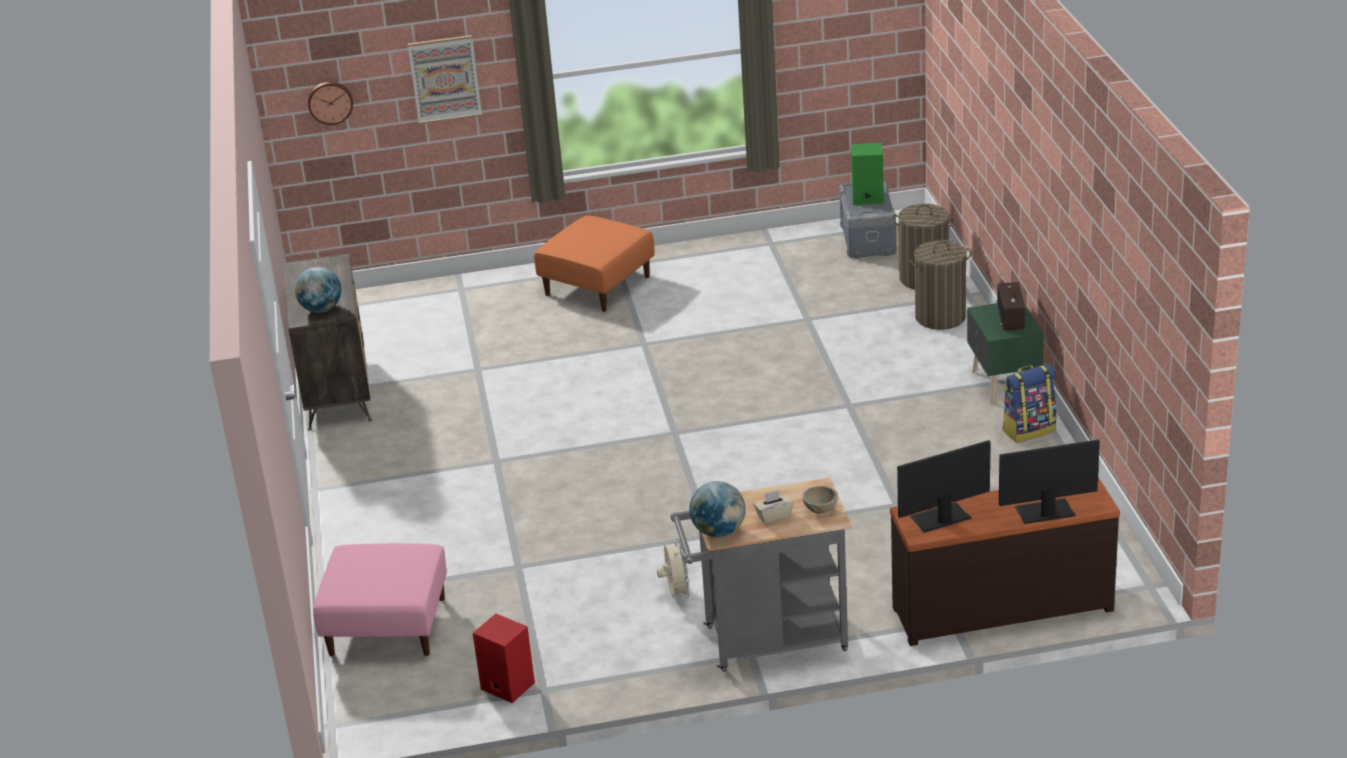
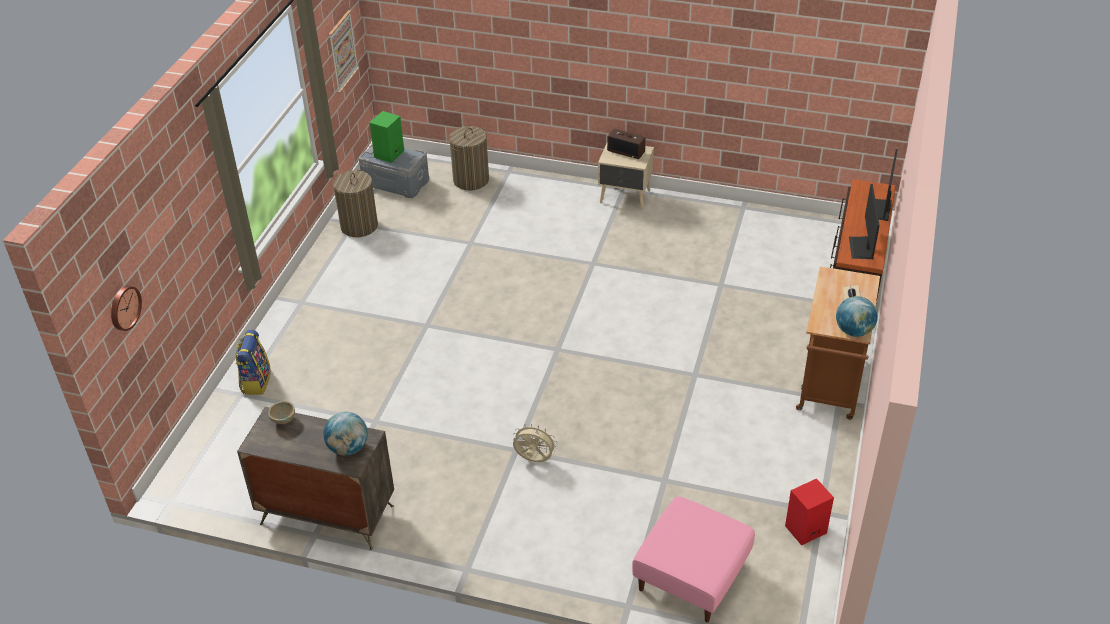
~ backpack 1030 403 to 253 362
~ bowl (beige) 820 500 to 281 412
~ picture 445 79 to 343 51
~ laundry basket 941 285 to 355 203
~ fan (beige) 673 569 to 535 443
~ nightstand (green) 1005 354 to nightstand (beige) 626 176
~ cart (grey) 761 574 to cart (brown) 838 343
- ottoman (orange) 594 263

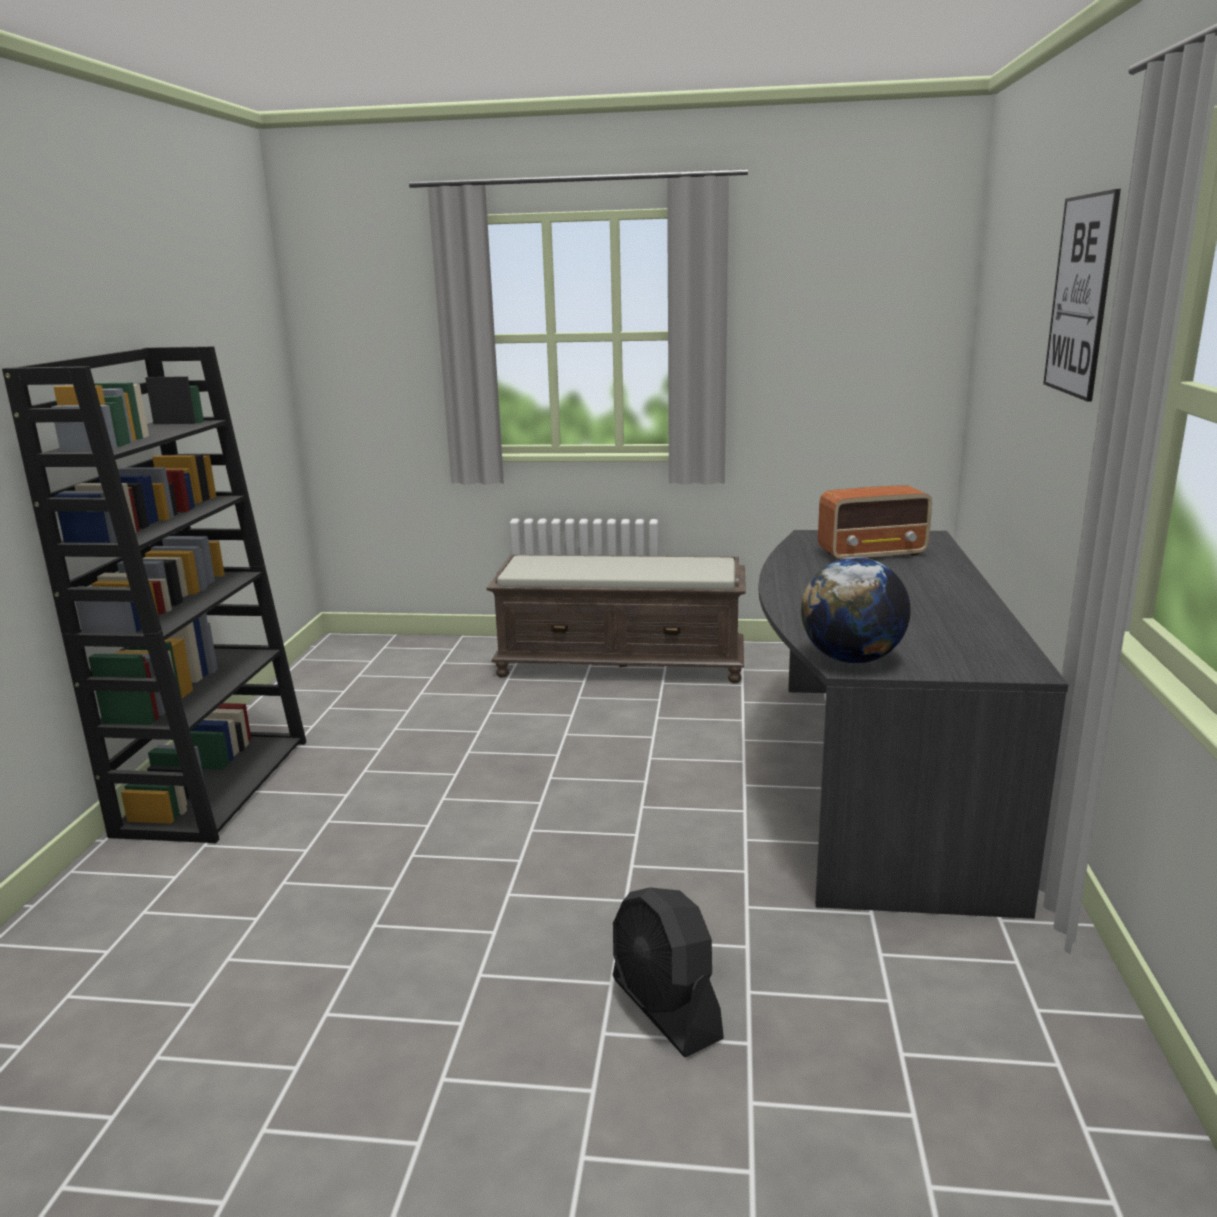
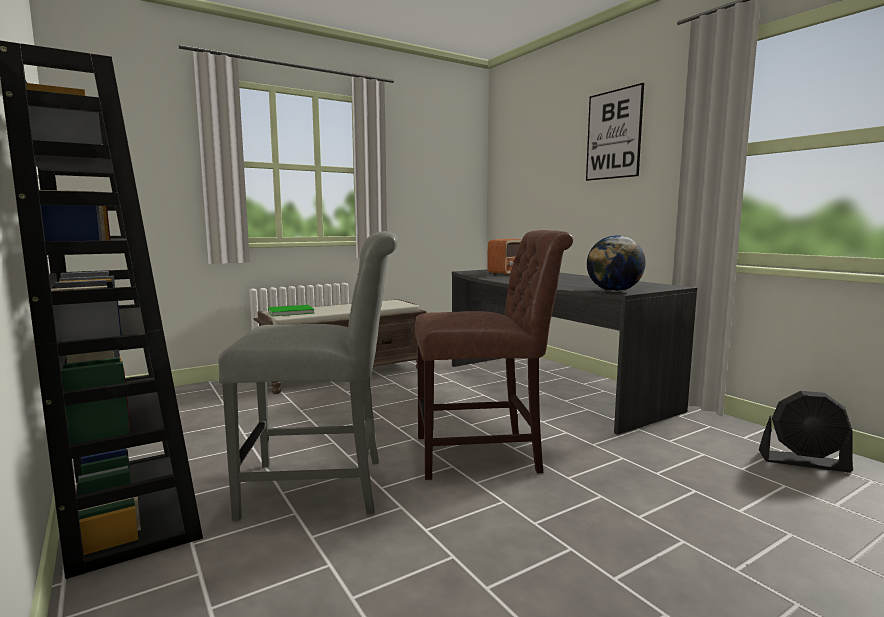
+ chair (grey) 308 376
+ book (green) 291 310
+ chair (brown) 494 355
~ fan (black) 668 972 to 806 431

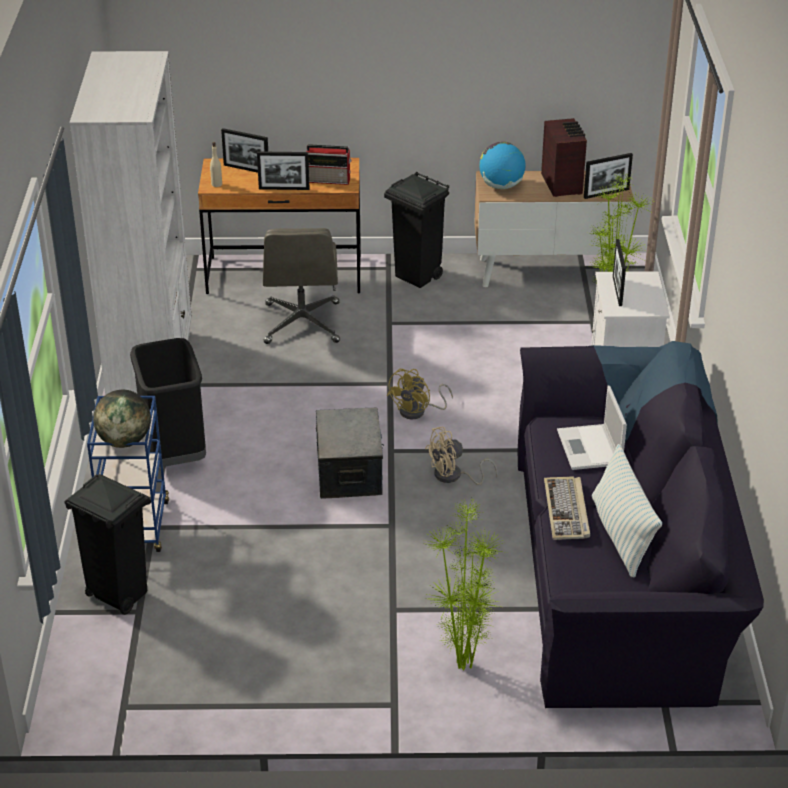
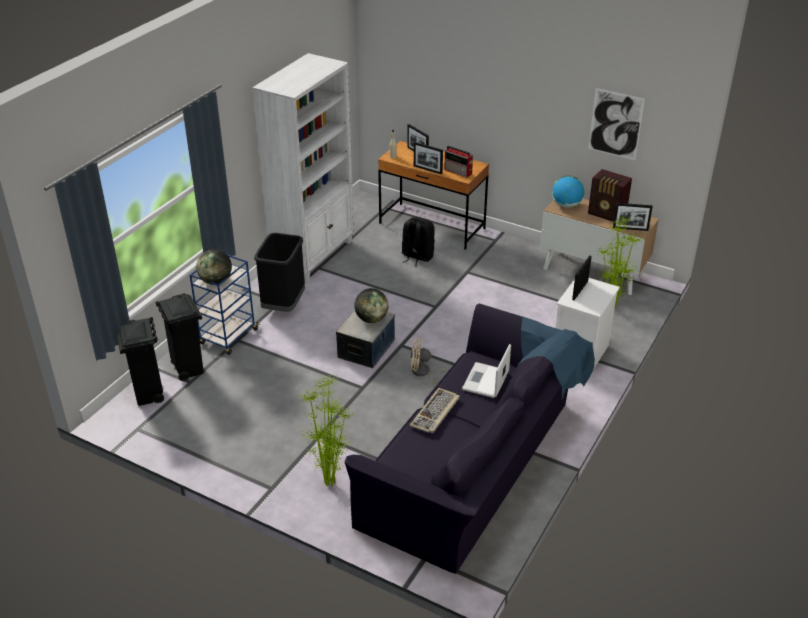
~ trash can (black) 416 229 to 140 361
+ globe 371 305
~ office chair (grey) 301 286 to backpack (black) 418 242
+ picture 616 124
~ radio 564 157 = 610 195 105 degrees clockwise
- fan (yellow) 420 394
- pillow 627 510

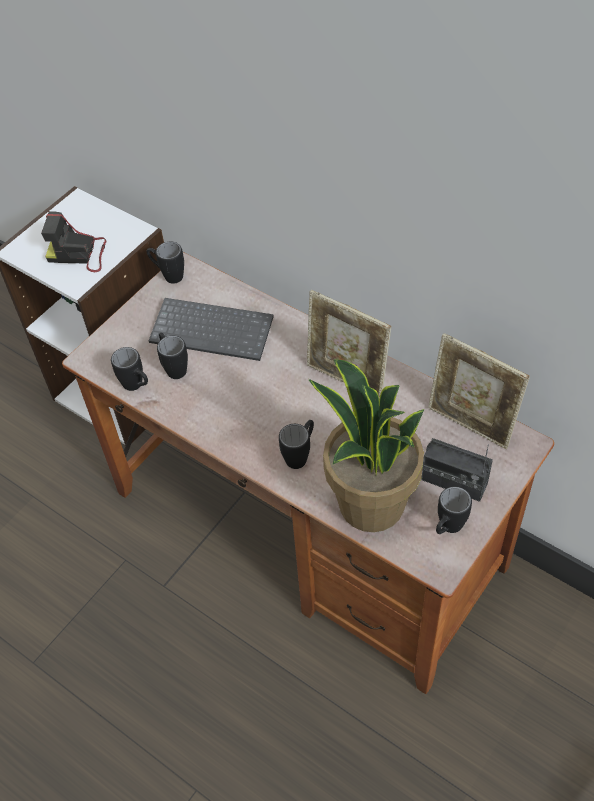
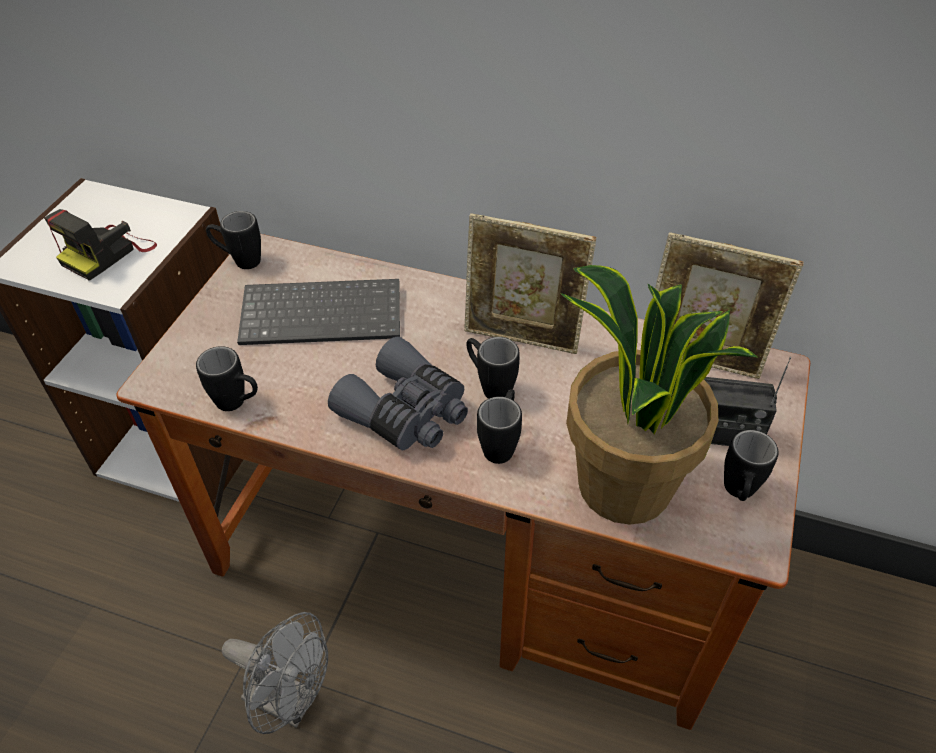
~ photo camera 73 241 = 100 245 45 degrees counterclockwise
+ fan (grey) 275 673
+ binoculars (grey) 398 394
~ mug (black) 172 356 to 493 368

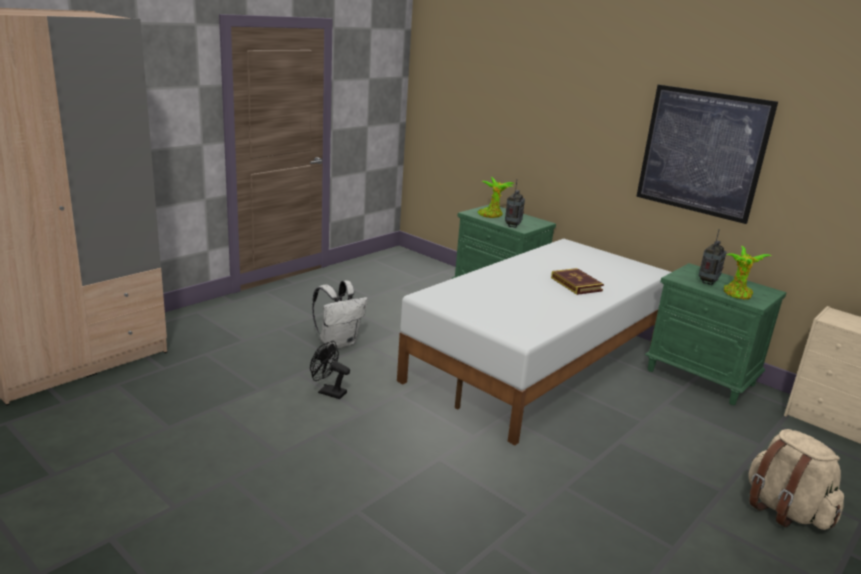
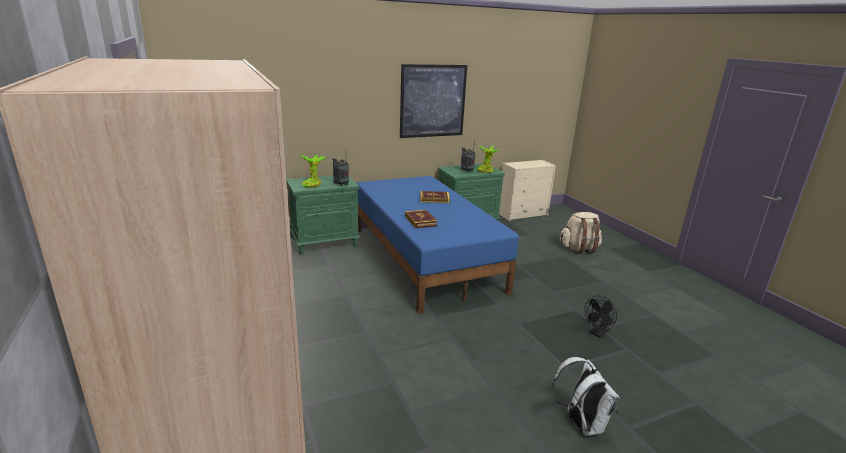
~ bed (white) 534 342 to bed (blue) 437 245
+ book 421 219
~ backpack (white) 340 314 to 585 396
~ fan (black) 330 370 to 601 316

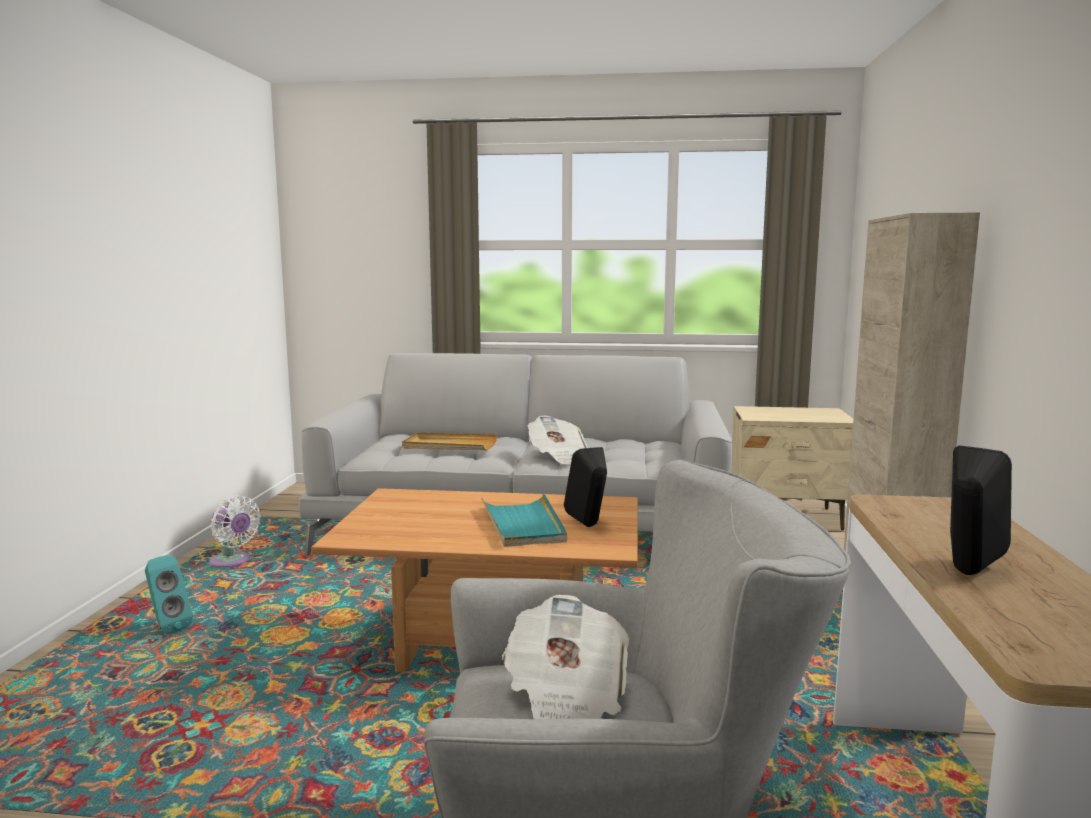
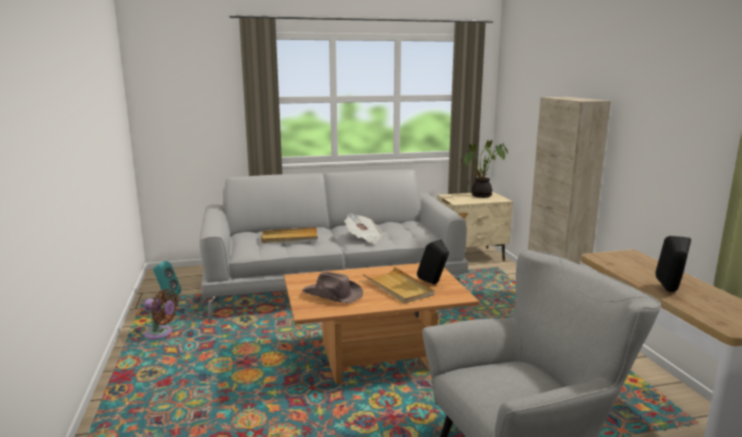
~ fan (white) 235 531 to fan (brown) 161 314
~ speaker (turquoise) 169 594 to 167 279
+ hat (brown) 332 288
~ tray (turquoise) 524 520 to tray (beige) 398 285
+ potted plant 484 169
- newspaper 565 657

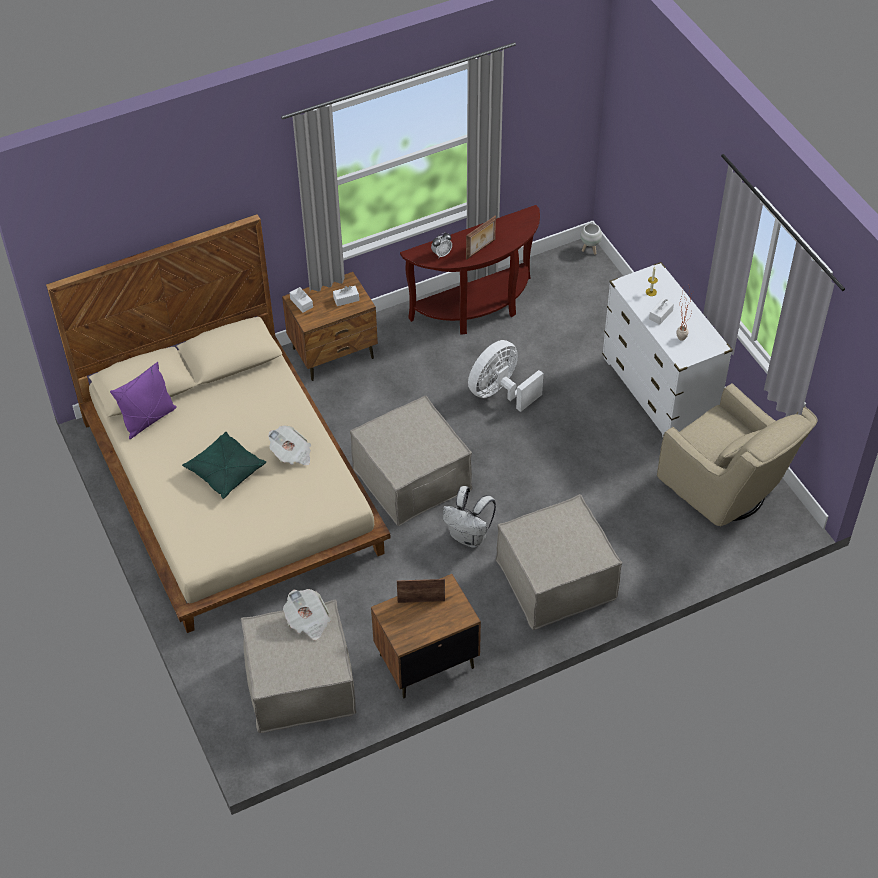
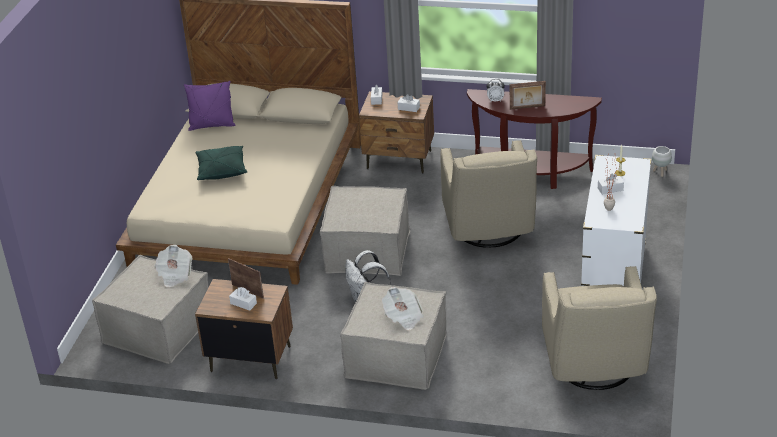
+ tissue box (white) 243 299
~ newspaper 289 446 to 403 308
~ fan (white) 505 376 to armchair (beige) 488 194

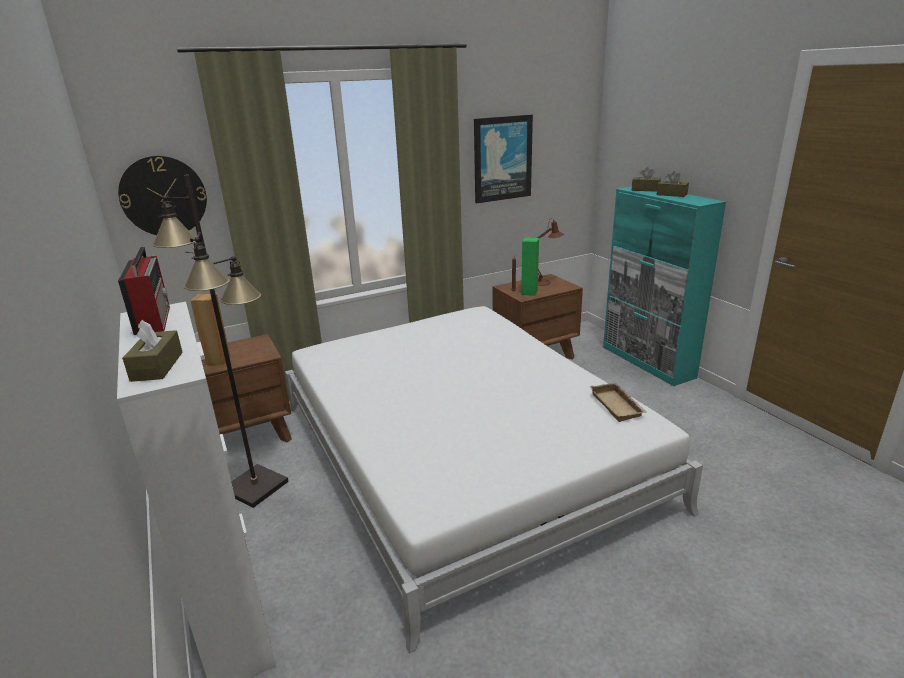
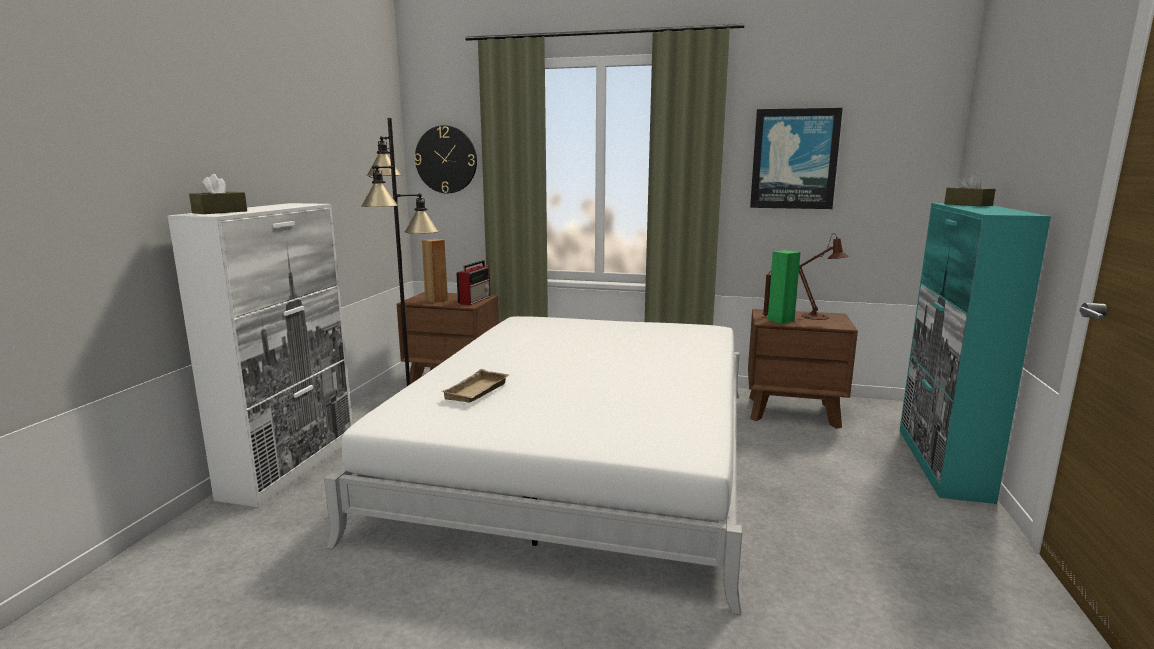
~ tray (beige) 618 402 to 475 386
~ radio 144 291 to 473 282
- tissue box (brown) 672 184

